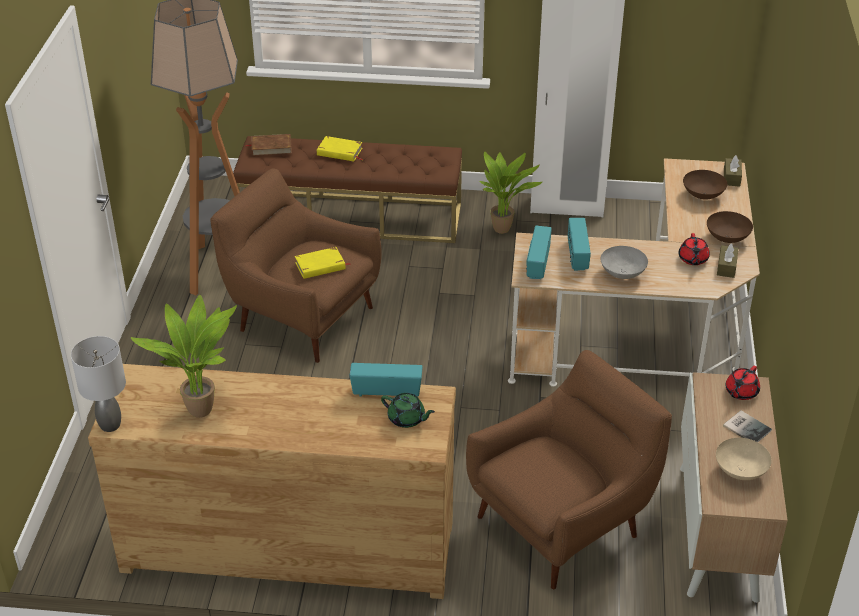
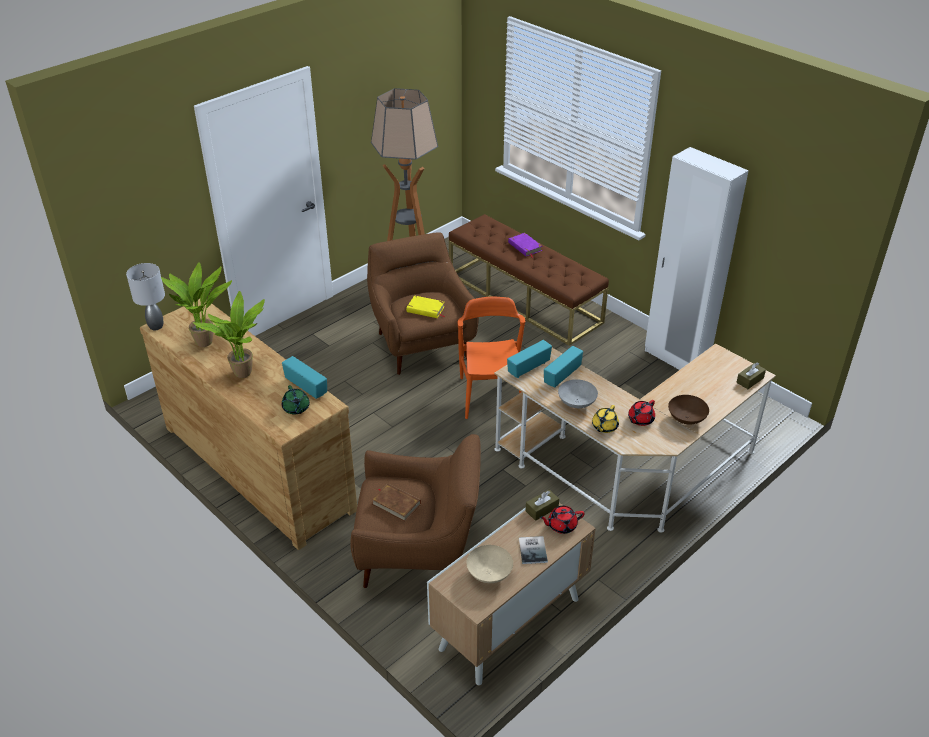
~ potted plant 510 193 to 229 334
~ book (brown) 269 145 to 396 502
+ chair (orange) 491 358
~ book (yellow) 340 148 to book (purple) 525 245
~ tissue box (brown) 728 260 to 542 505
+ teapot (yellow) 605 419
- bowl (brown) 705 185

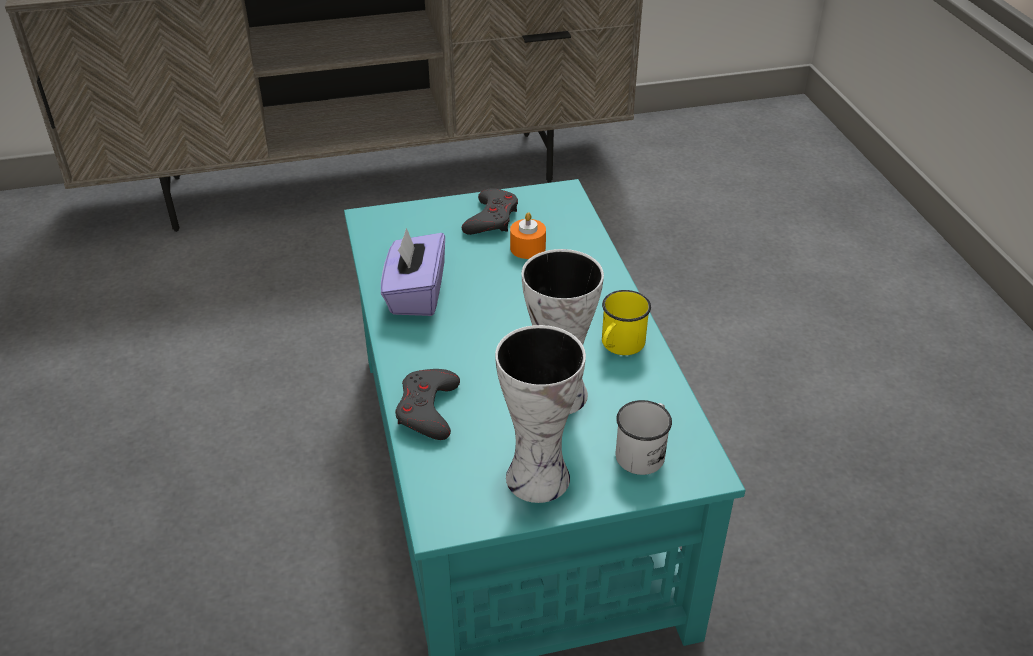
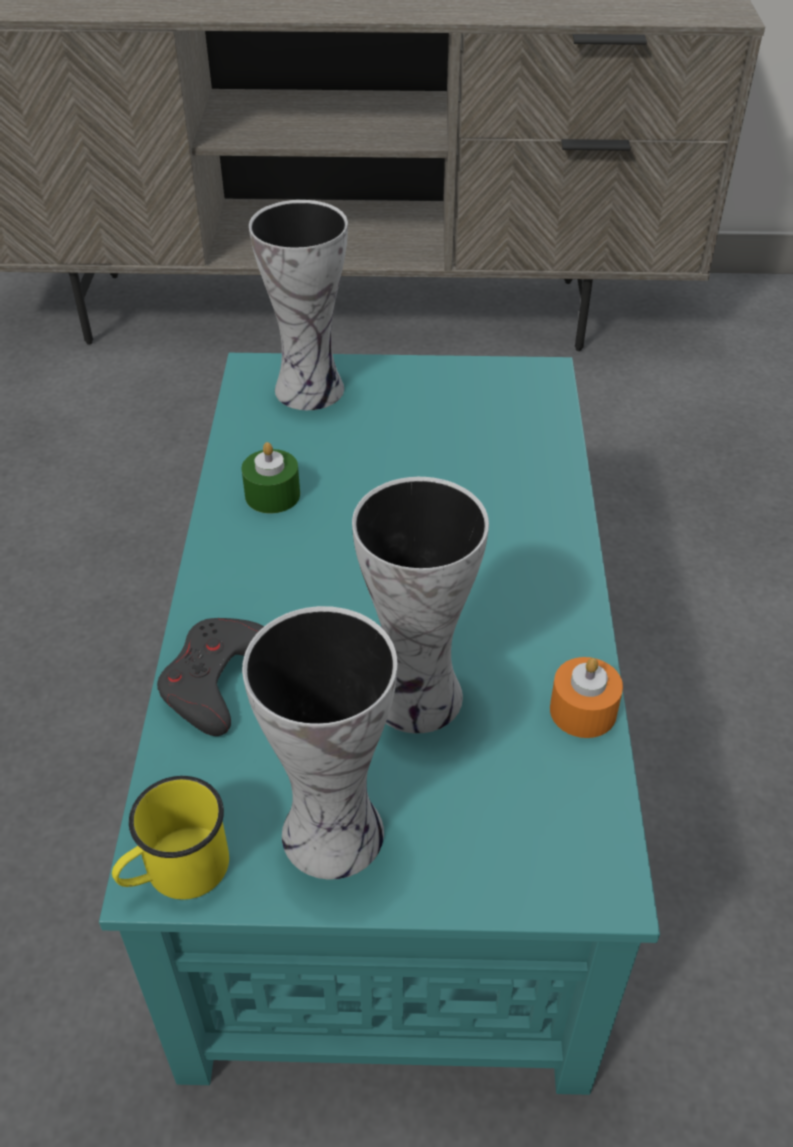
~ mug (yellow) 626 322 to 170 838
~ tissue box (purple) 413 272 to candle (green) 270 478
+ vase 298 305
~ candle (orange) 528 235 to 586 697
- game controller (grey) 489 212
- mug (white) 644 437

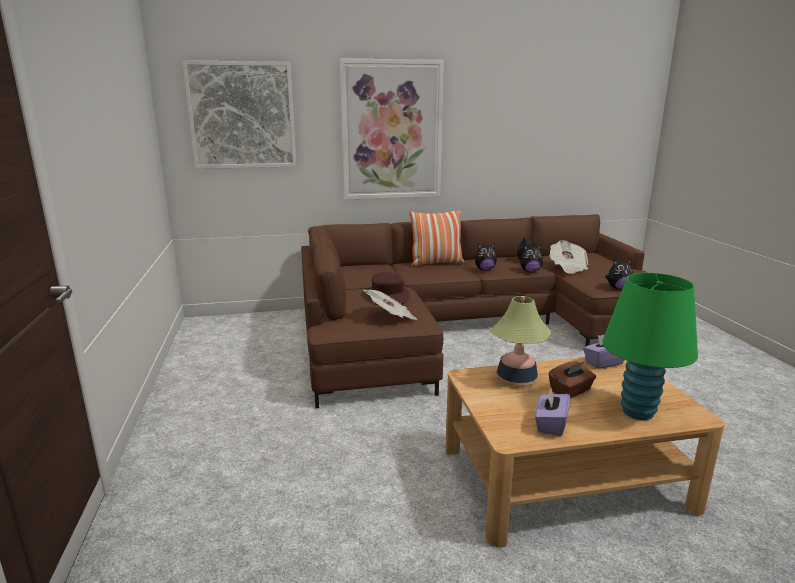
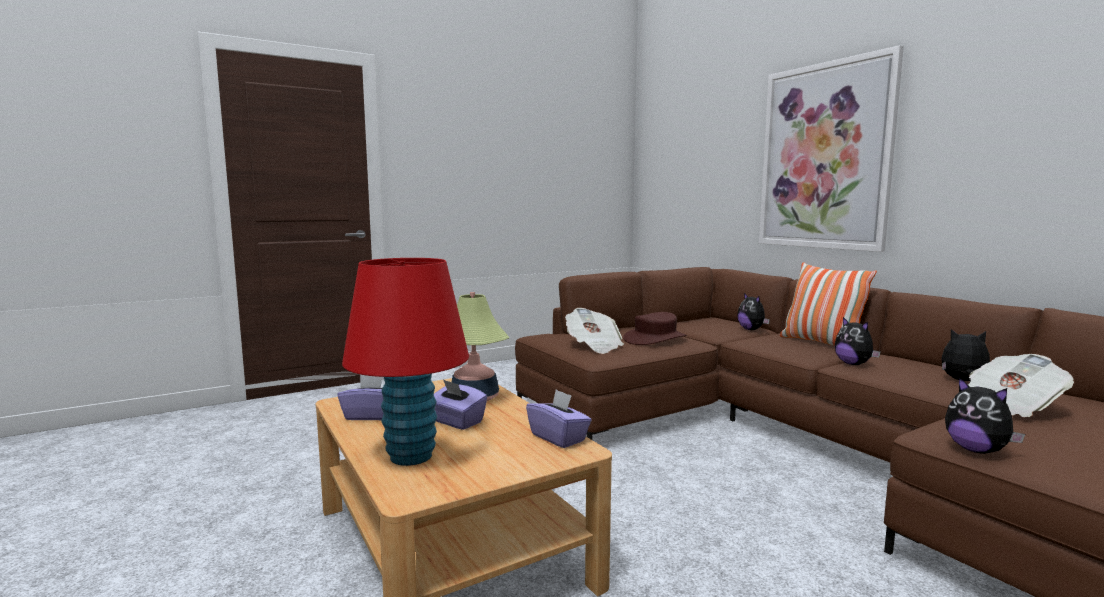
~ table lamp (green) 650 346 to table lamp (red) 405 362
~ tissue box (brown) 572 379 to tissue box (purple) 460 404
~ plush toy 531 258 to 753 311
- picture 239 114

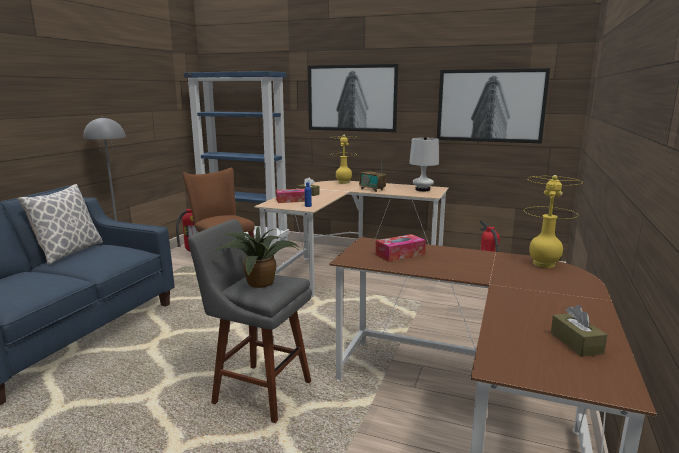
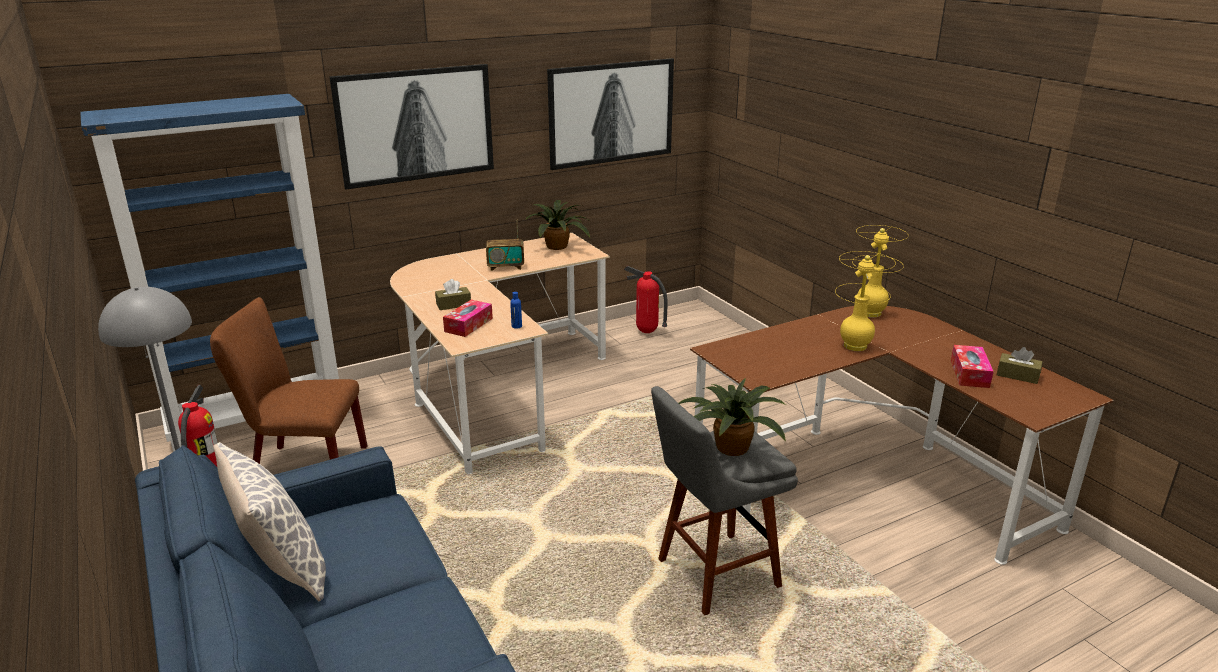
~ table lamp (white) 424 163 to potted plant 557 225
~ table lamp (yellow) 344 159 to 865 301
~ tissue box 400 248 to 972 366

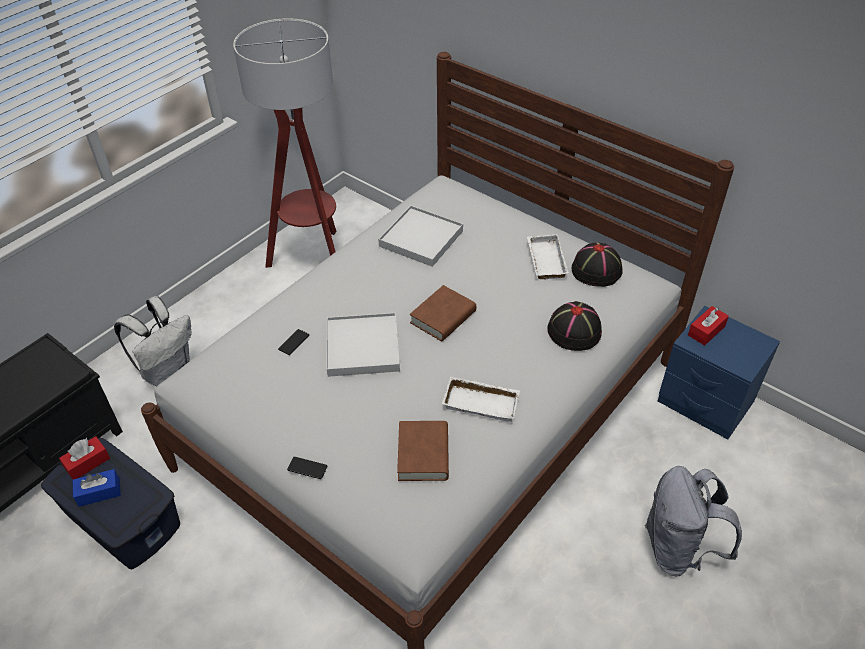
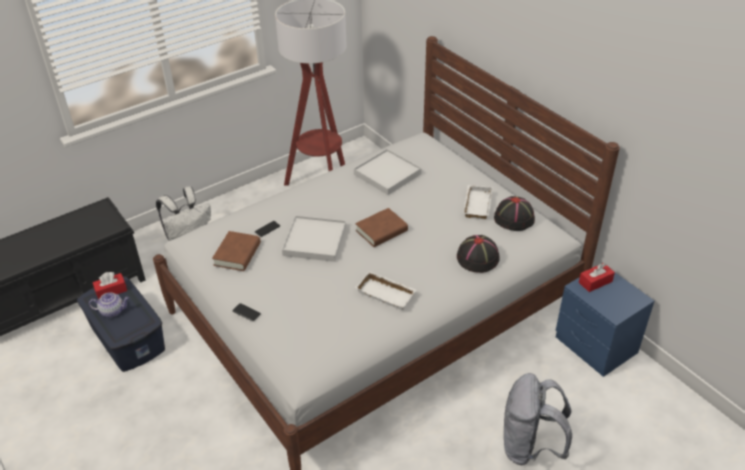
~ tissue box (blue) 97 488 to teapot 109 305
~ book (brown) 423 451 to 236 251

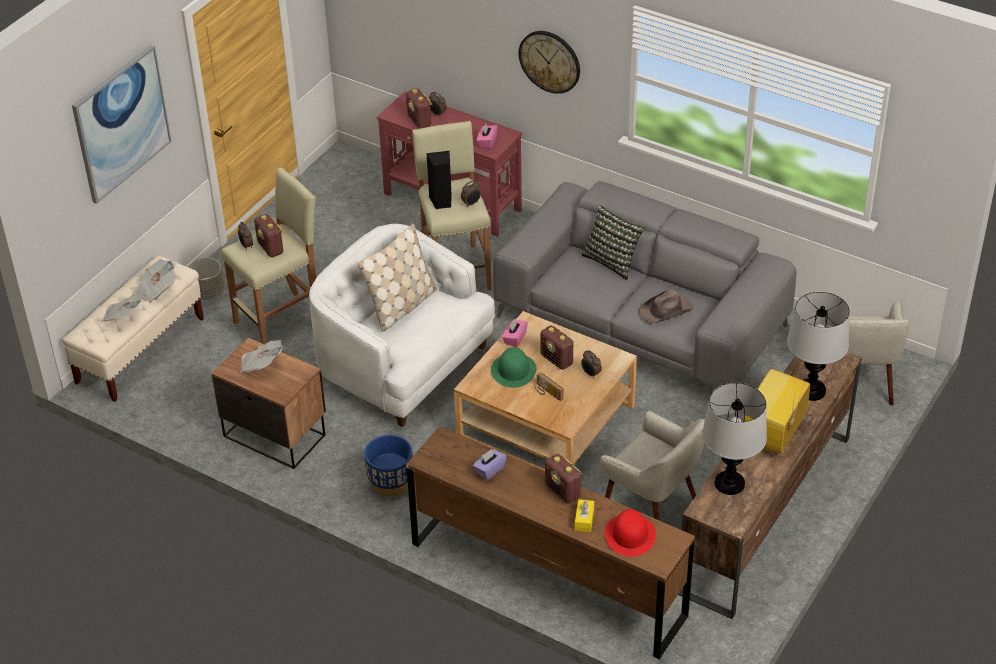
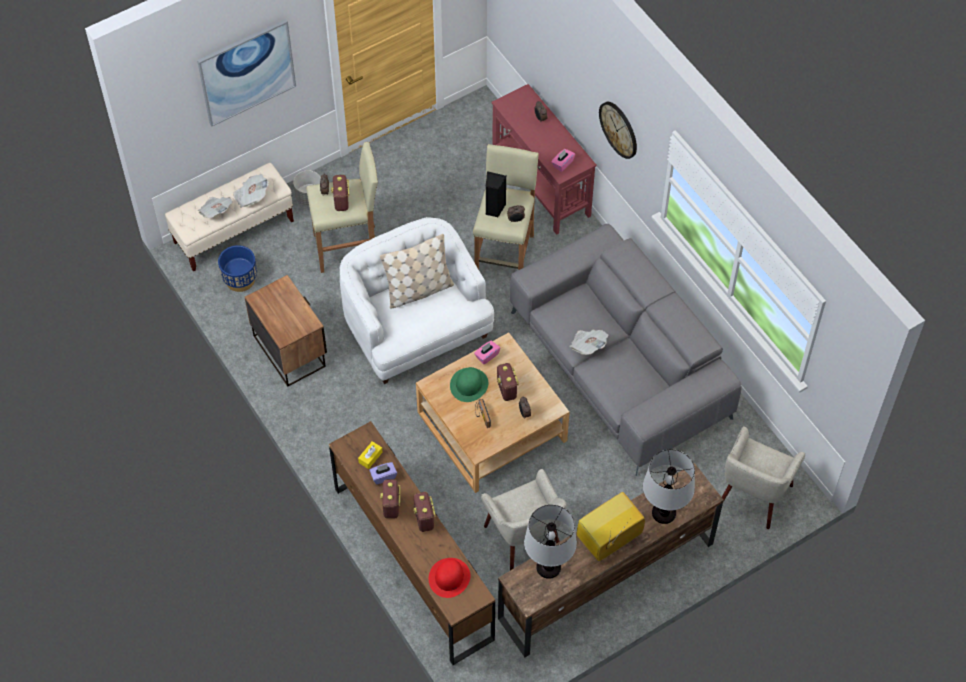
~ planter (blue) 388 466 to 237 268
~ tissue box (yellow) 584 515 to 370 455
~ radio 419 109 to 390 499
~ newspaper 261 356 to 589 342
- pillow 613 242
- hat (brown) 666 306

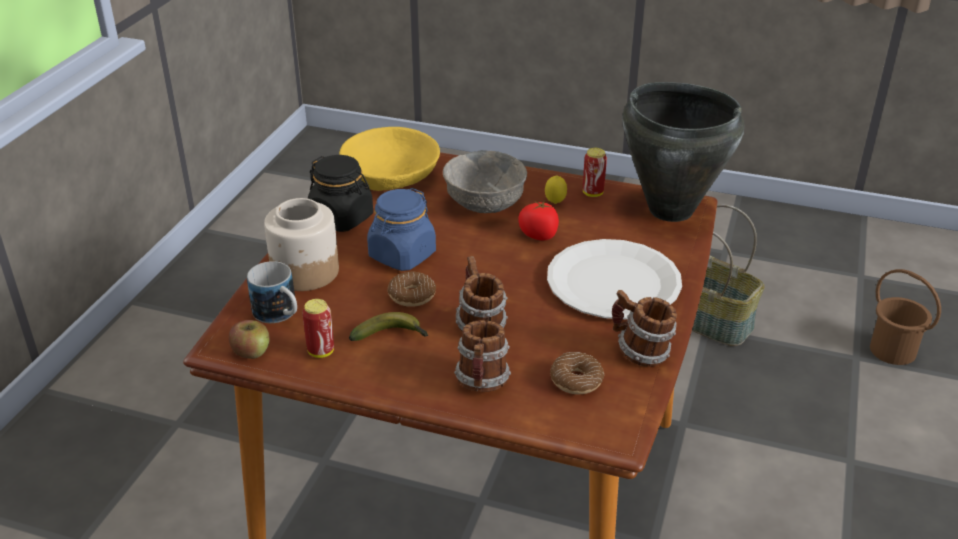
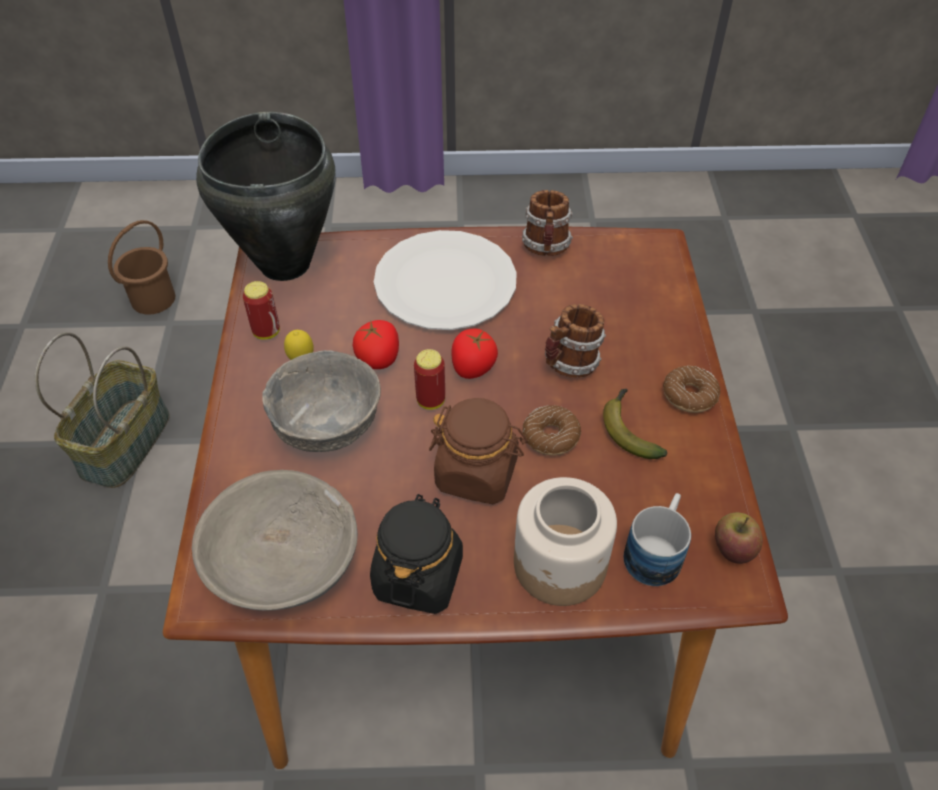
~ bowl (yellow) 389 159 to bowl (grey) 275 540
~ can 318 328 to 429 379
~ jar (blue) 401 229 to jar (brown) 478 451
+ tomato 474 353
~ donut 577 373 to 691 389
- mug 482 356

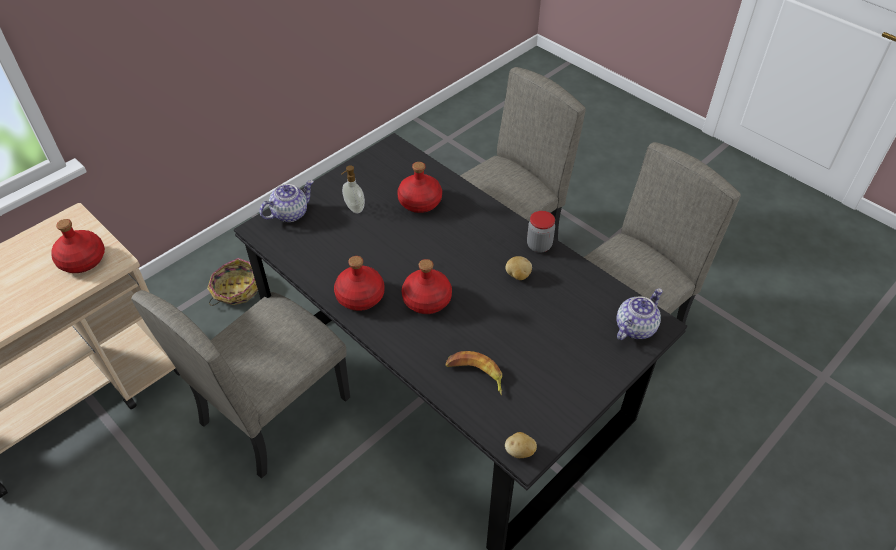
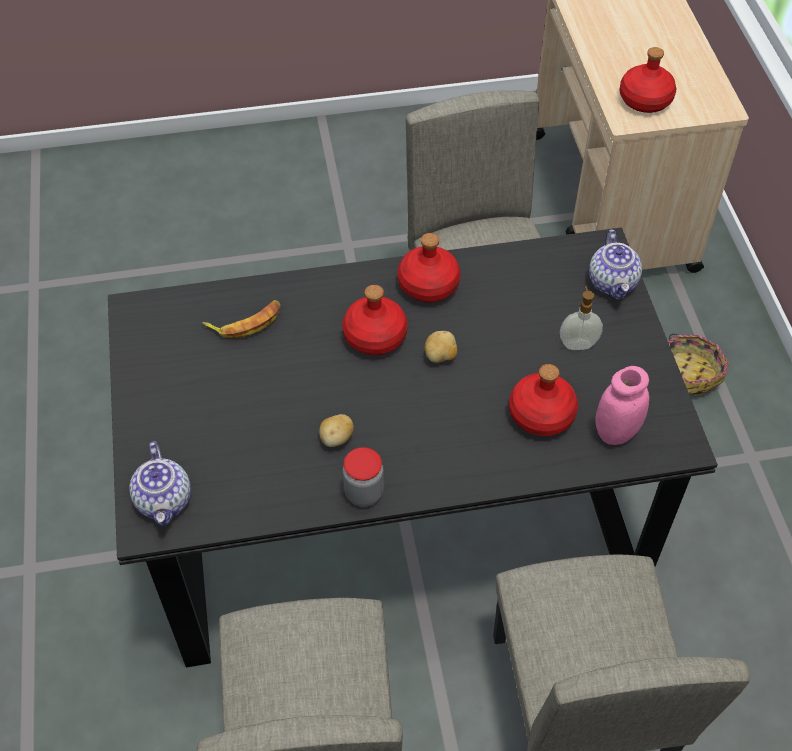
~ potato 521 445 to 440 347
+ jar (pink) 622 405

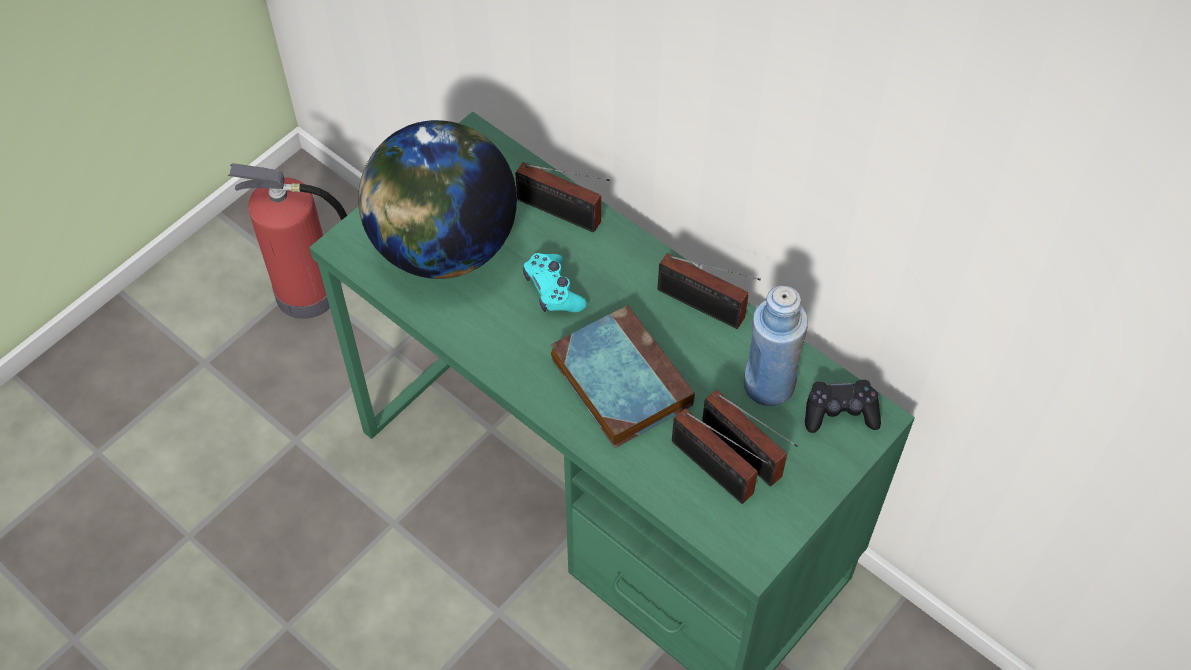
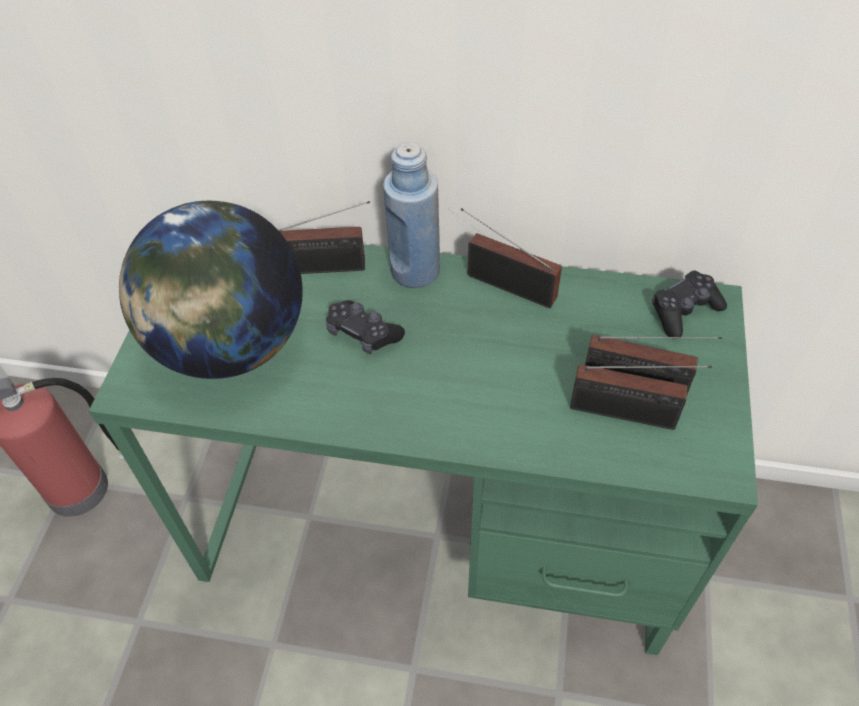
~ game controller (turquoise) 555 282 to game controller (black) 365 327
~ bottle (blue) 776 346 to 411 215
~ radio 709 291 = 511 258 150 degrees counterclockwise
- book 623 376

